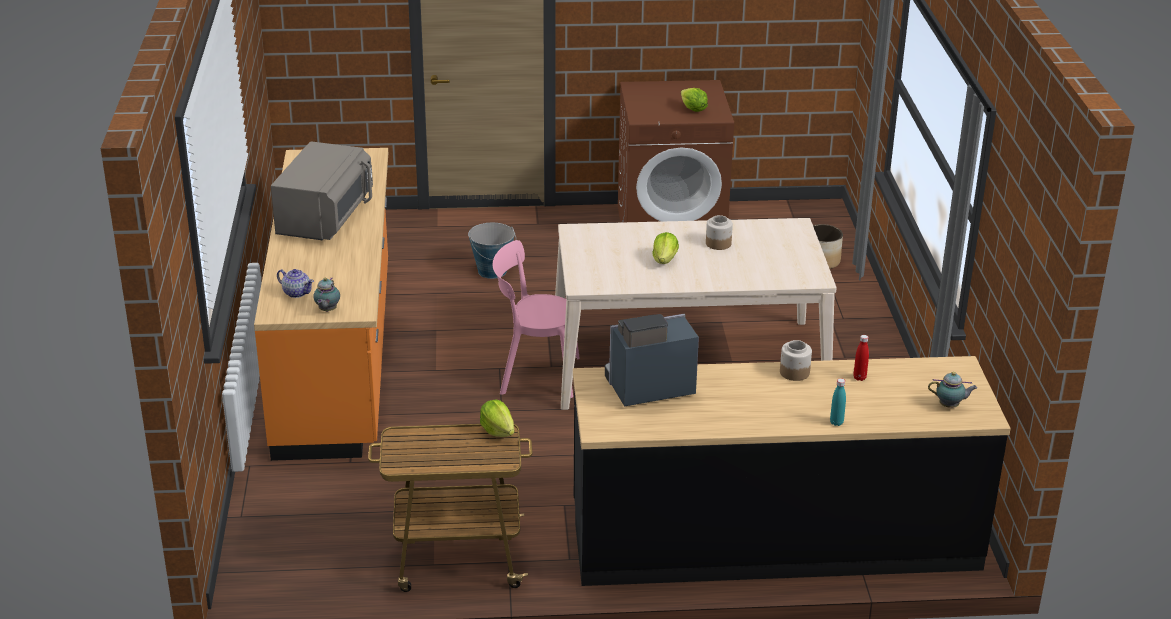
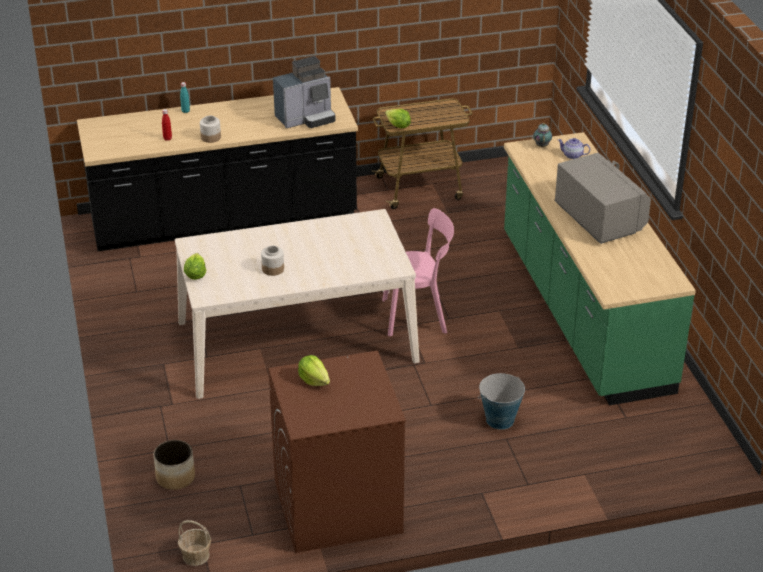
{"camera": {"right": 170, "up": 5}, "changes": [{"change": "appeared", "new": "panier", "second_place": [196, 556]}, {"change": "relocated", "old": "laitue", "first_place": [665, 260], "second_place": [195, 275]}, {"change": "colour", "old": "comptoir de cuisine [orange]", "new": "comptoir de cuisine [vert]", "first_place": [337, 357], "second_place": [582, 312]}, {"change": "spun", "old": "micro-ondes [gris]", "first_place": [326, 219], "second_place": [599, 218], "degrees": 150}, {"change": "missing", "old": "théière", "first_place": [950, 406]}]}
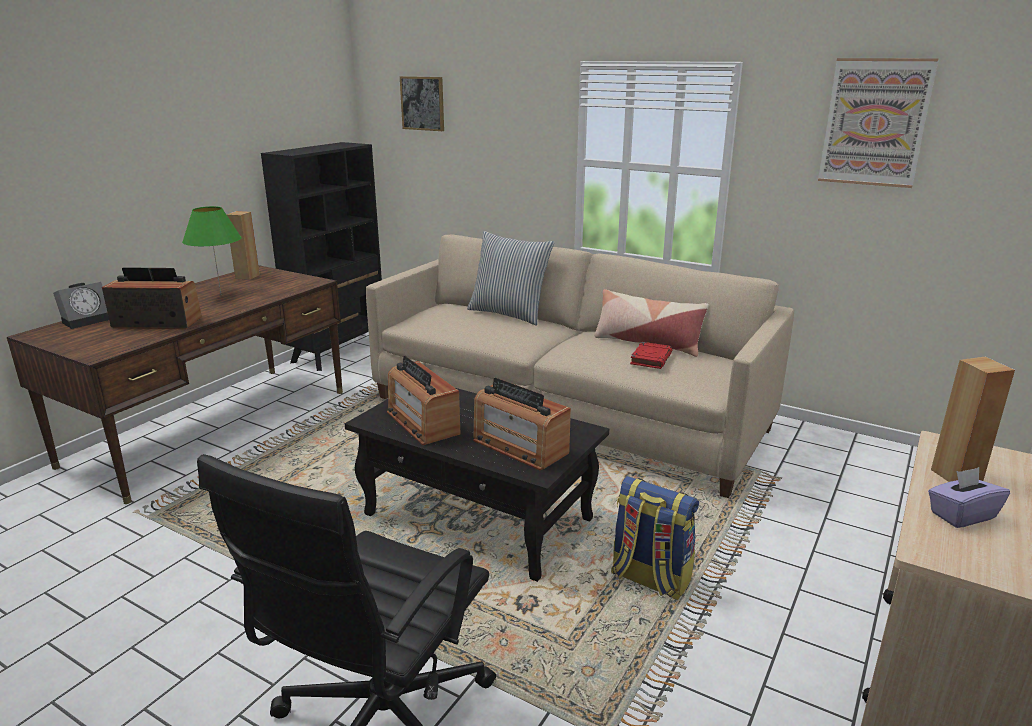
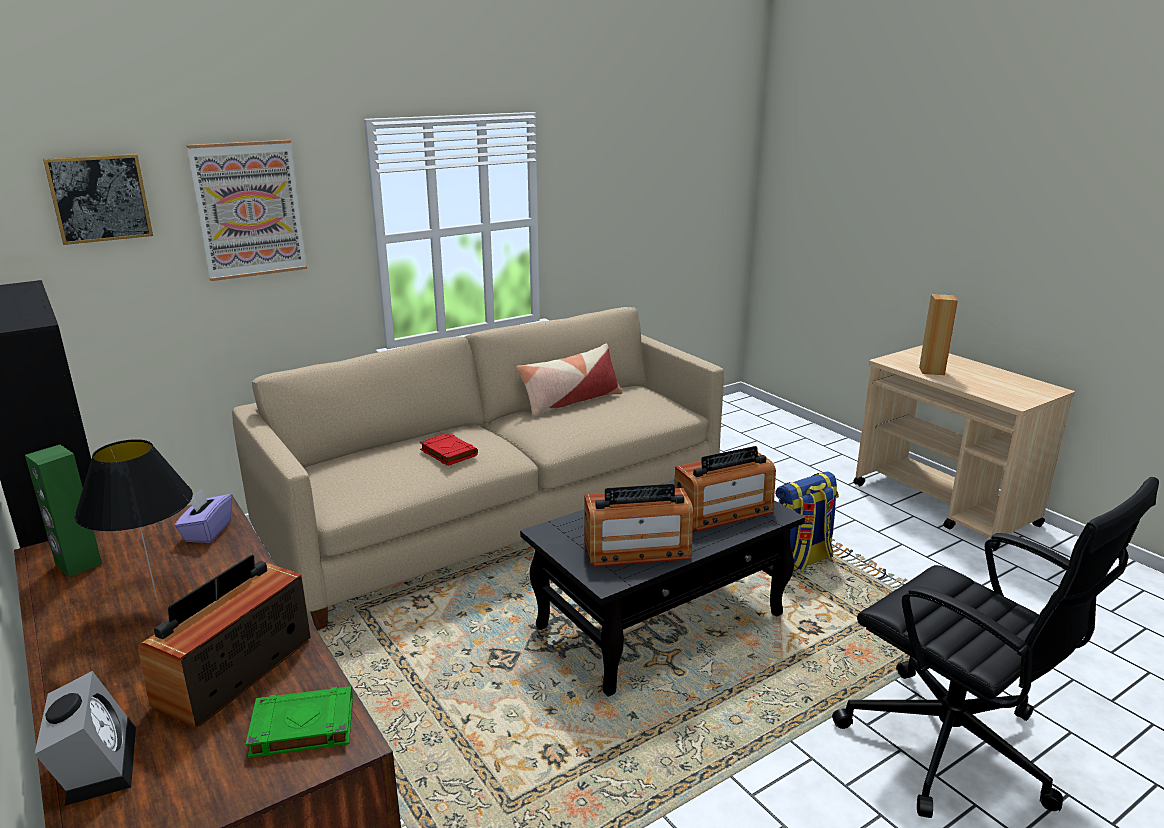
{"camera": {"right": -65, "up": 0}, "changes": [{"change": "colour", "old": "enceinte [marron]", "new": "enceinte [vert]", "first_place": [247, 276], "second_place": [78, 564]}, {"change": "colour", "old": "lampe de table [vert]", "new": "lampe de table [noir]", "first_place": [221, 295], "second_place": [156, 597]}, {"change": "relocated", "old": "boîte à mouchoirs [violet]", "first_place": [961, 515], "second_place": [207, 531]}, {"change": "relocated", "old": "tableau", "first_place": [875, 122], "second_place": [249, 209]}, {"change": "appeared", "new": "livre [vert]", "second_place": [301, 727]}, {"change": "relocated", "old": "livre [rouge]", "first_place": [651, 358], "second_place": [448, 452]}, {"change": "missing", "old": "coussin", "first_place": [509, 314]}]}
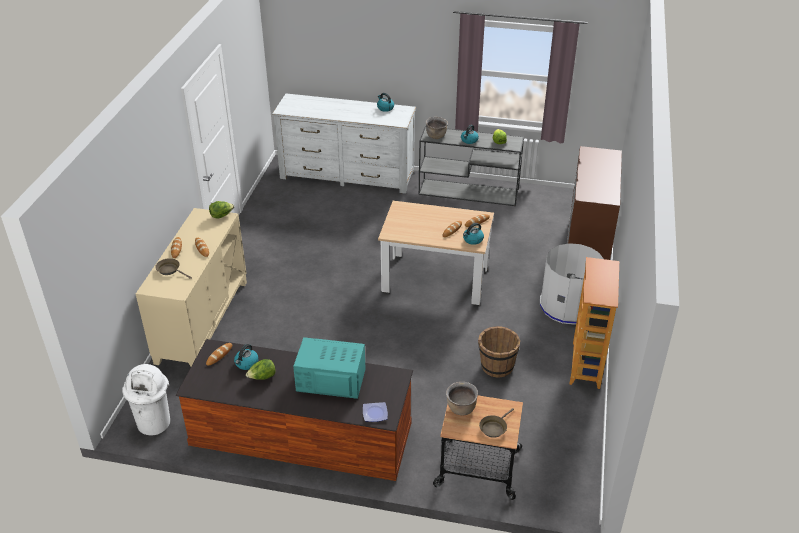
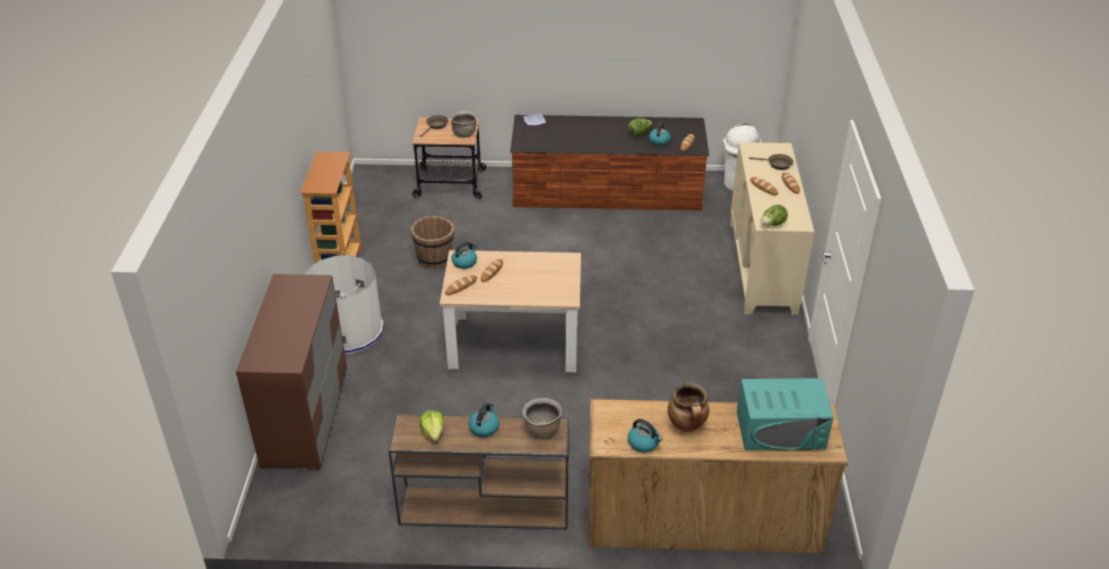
{"camera": {"right": 170, "up": 0}, "changes": [{"change": "colour", "old": "table console [gris]", "new": "table console [marron]", "first_place": [469, 192], "second_place": [483, 507]}, {"change": "colour", "old": "commode [blanc]", "new": "commode [marron]", "first_place": [347, 175], "second_place": [703, 520]}, {"change": "appeared", "new": "marmite", "second_place": [687, 426]}, {"change": "relocated", "old": "micro-ondes [turquoise]", "first_place": [330, 380], "second_place": [781, 430]}]}
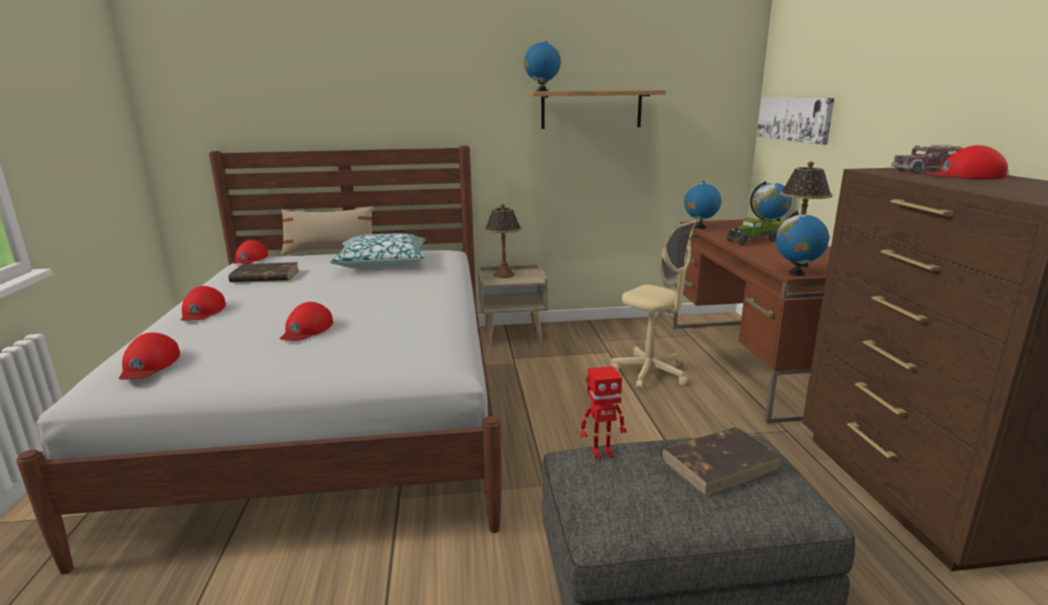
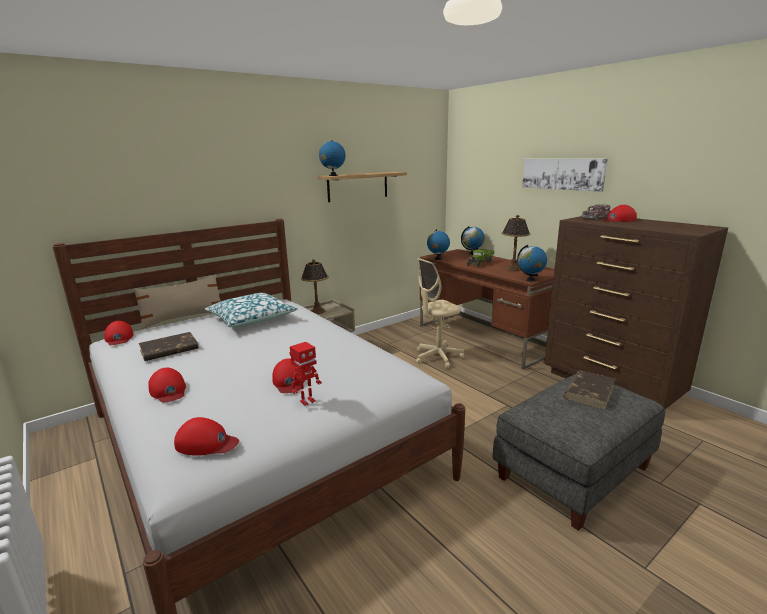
{"camera": {"right": -30, "up": 0}, "changes": [{"change": "spun", "old": "casquette [rouge]", "first_place": [149, 364], "second_place": [206, 443], "degrees": -45}, {"change": "relocated", "old": "robot jouet", "first_place": [601, 452], "second_place": [307, 401]}, {"change": "spun", "old": "chaise de bureau [beige]", "first_place": [650, 373], "second_place": [437, 357], "degrees": 135}, {"change": "relocated", "old": "tableau", "first_place": [794, 119], "second_place": [562, 174]}]}
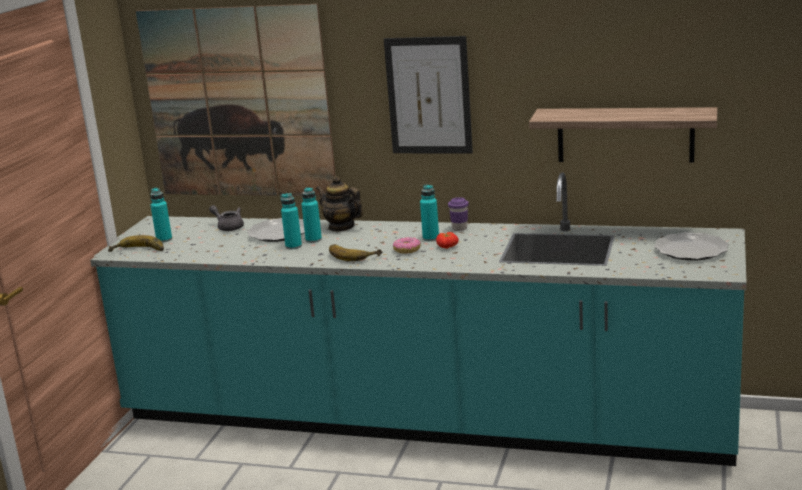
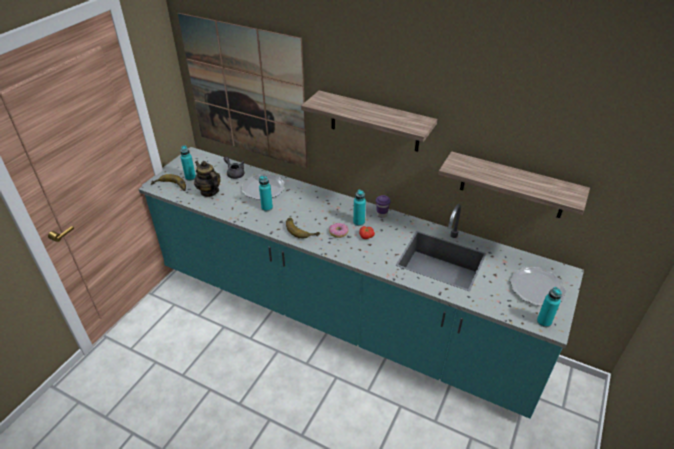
{"camera": {"right": 10, "up": 20}, "changes": [{"change": "relocated", "old": "théière", "first_place": [341, 227], "second_place": [209, 191]}, {"change": "exchanged", "old": "tableau", "new": "étagère", "first_place": [428, 96], "second_place": [374, 122]}, {"change": "relocated", "old": "bouteille [turquoise]", "first_place": [313, 240], "second_place": [544, 322]}]}
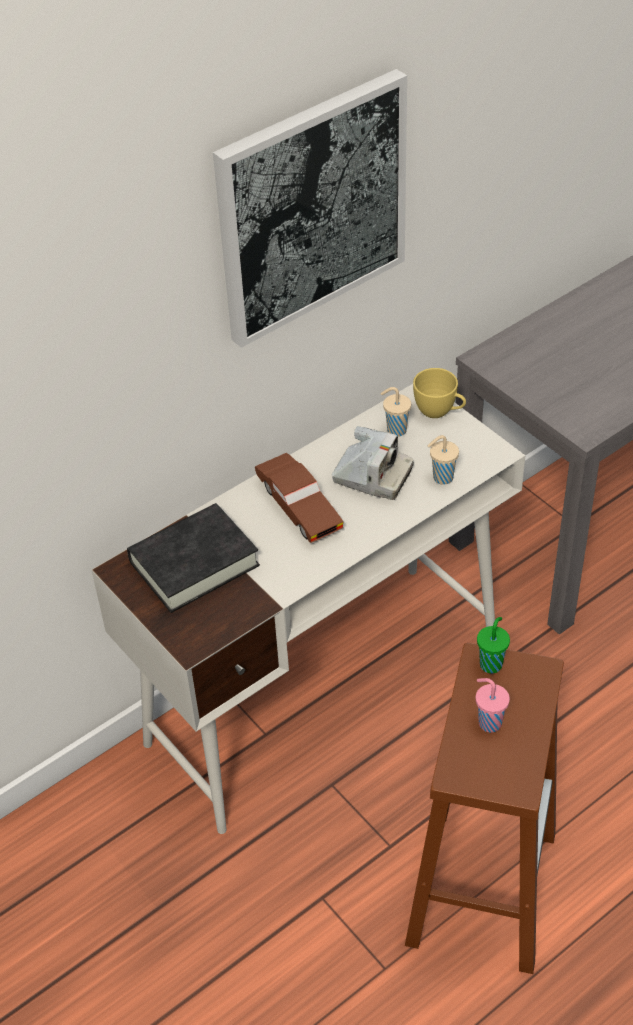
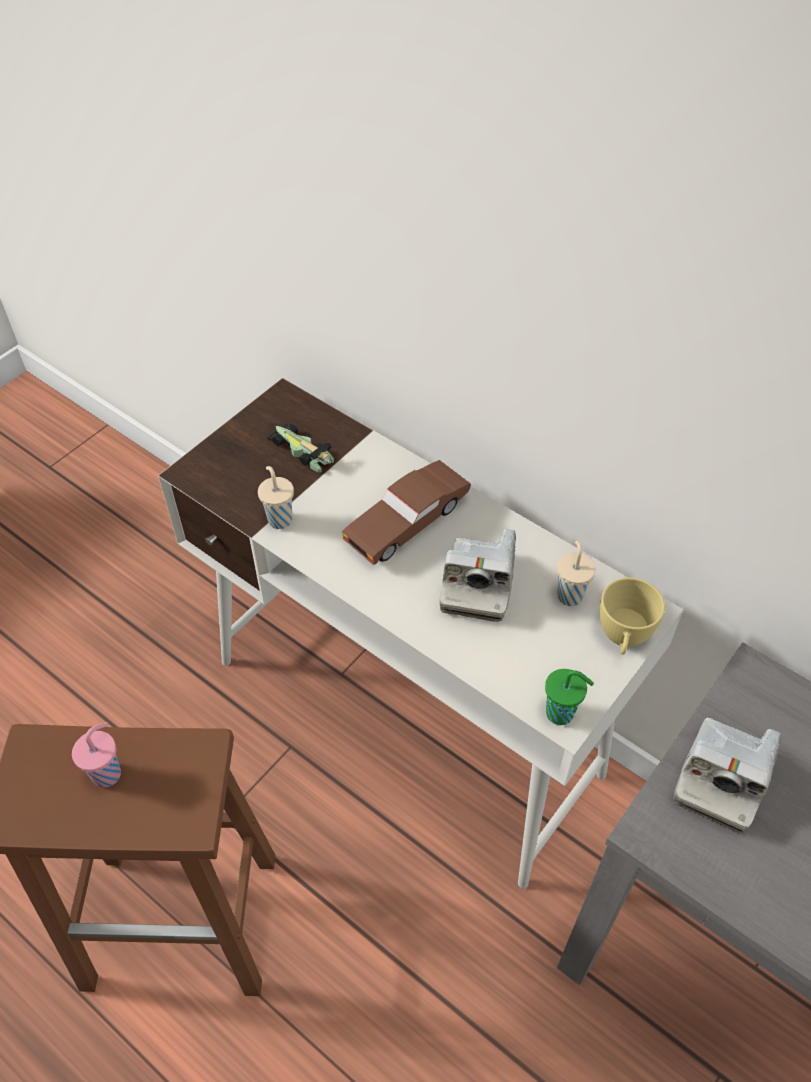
{"camera": {"right": 75, "up": 5}, "changes": [{"change": "relocated", "old": "tasse [beige]", "first_place": [441, 478], "second_place": [279, 519]}, {"change": "exchanged", "old": "livre [noir]", "new": "petite voiture", "first_place": [194, 564], "second_place": [303, 451]}, {"change": "relocated", "old": "tasse [vert]", "first_place": [491, 663], "second_place": [561, 713]}, {"change": "appeared", "new": "appareil photo", "second_place": [721, 778]}, {"change": "missing", "old": "tableau", "first_place": [311, 207]}]}
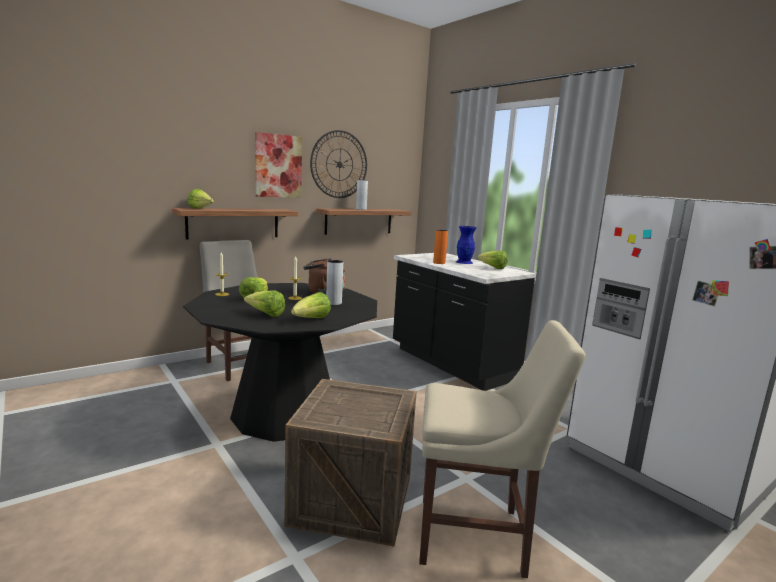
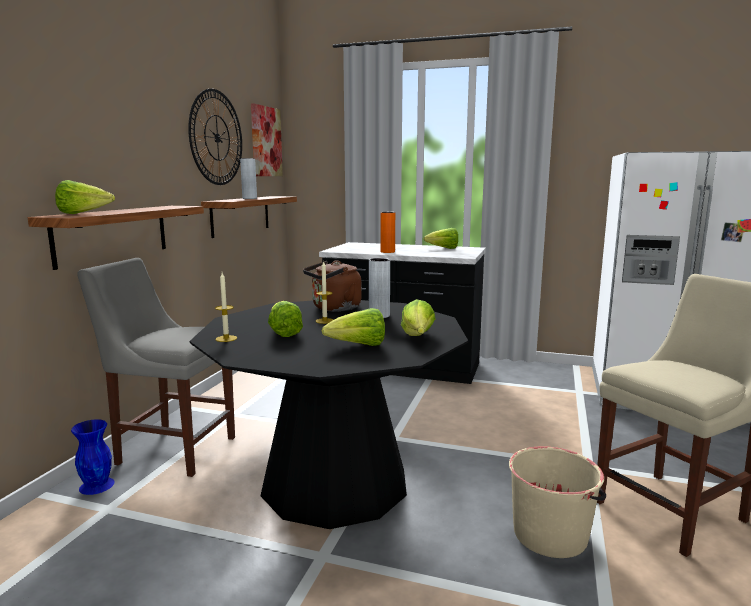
{"camera": {"right": -35, "up": 0}, "changes": [{"change": "relocated", "old": "vase [bleu]", "first_place": [464, 262], "second_place": [97, 485]}, {"change": "relocated", "old": "tableau", "first_place": [278, 166], "second_place": [265, 142]}, {"change": "exchanged", "old": "caisse", "new": "seau [beige]", "first_place": [352, 500], "second_place": [551, 534]}]}
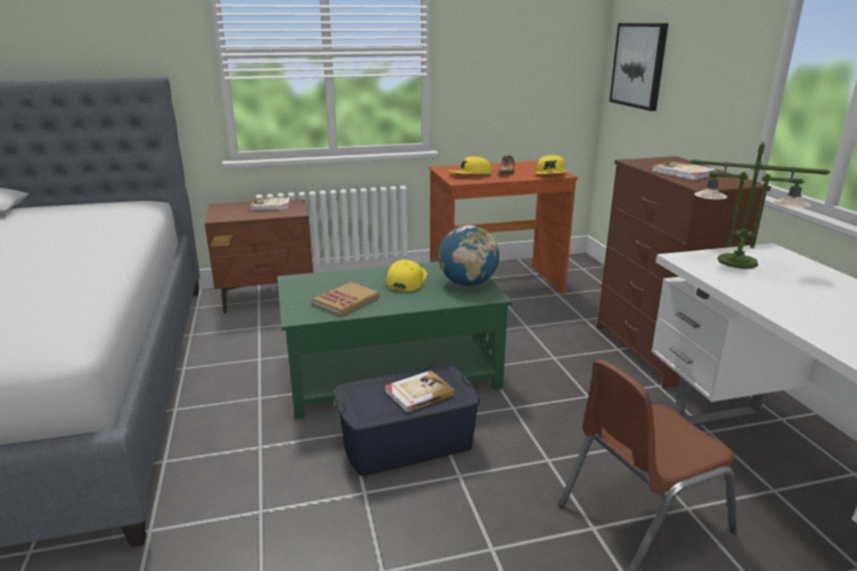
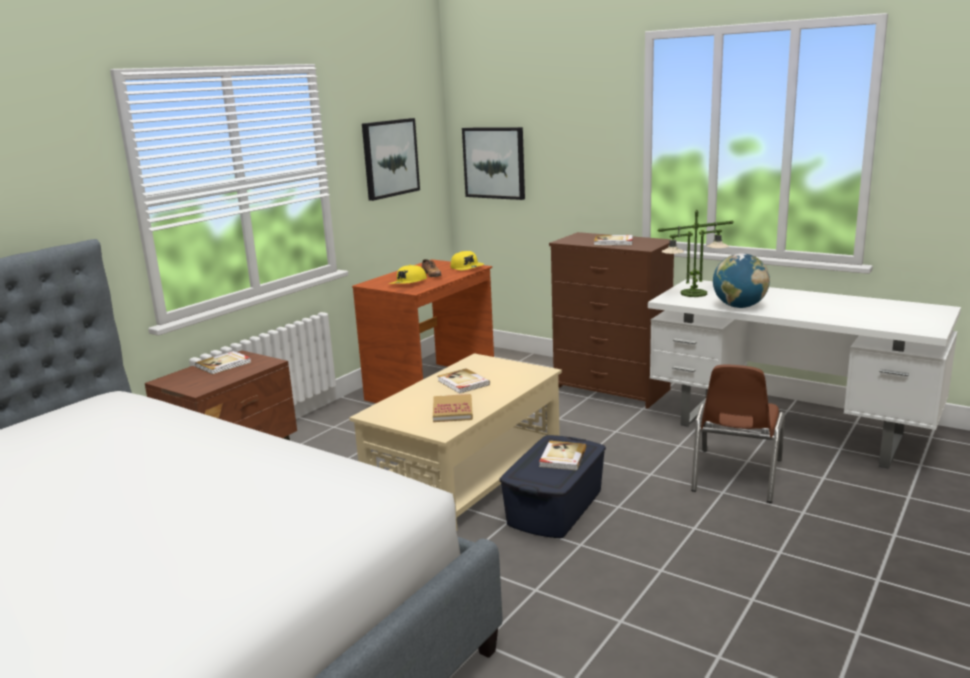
{"camera": {"right": -40, "up": -5}, "changes": [{"change": "colour", "old": "table basse [vert]", "new": "table basse [beige]", "first_place": [390, 373], "second_place": [465, 476]}, {"change": "appeared", "new": "tableau", "second_place": [390, 158]}, {"change": "exchanged", "old": "casquette [jaune]", "new": "livre", "first_place": [406, 280], "second_place": [463, 383]}, {"change": "relocated", "old": "globe", "first_place": [468, 283], "second_place": [739, 306]}]}
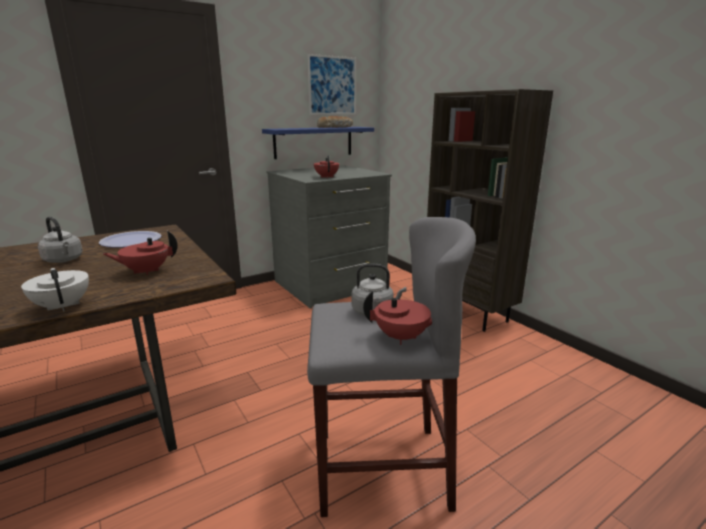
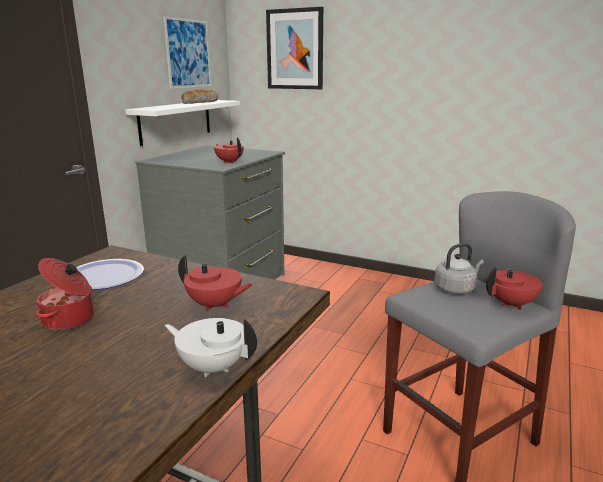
{"camera": {"right": -30, "up": 0}, "changes": [{"change": "exchanged", "old": "bouilloire [gris]", "new": "marmite", "first_place": [64, 260], "second_place": [70, 319]}, {"change": "colour", "old": "étagère [bleu]", "new": "étagère [blanc]", "first_place": [313, 142], "second_place": [176, 121]}, {"change": "spun", "old": "théière [rouge]", "first_place": [146, 271], "second_place": [215, 305], "degrees": -105}, {"change": "appeared", "new": "tableau", "second_place": [295, 49]}, {"change": "missing", "old": "bibliothèque [marron]", "first_place": [468, 312]}]}
